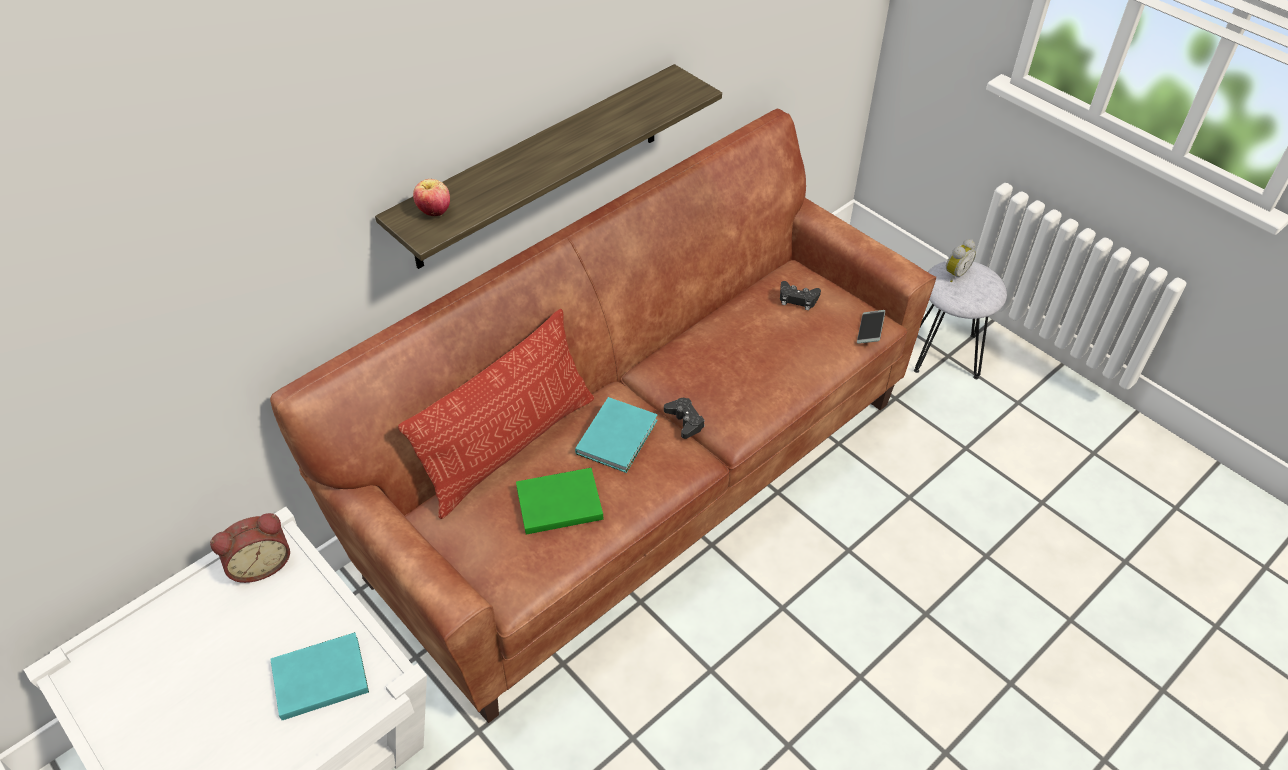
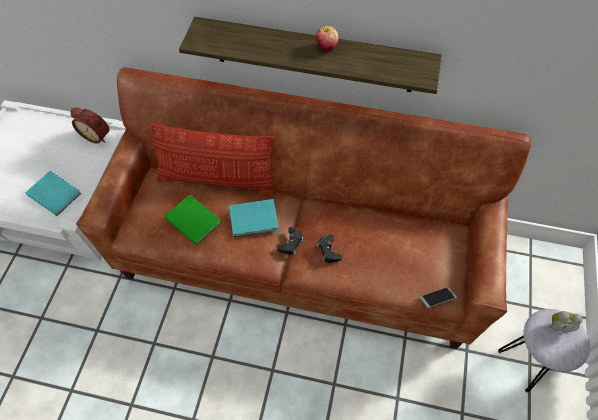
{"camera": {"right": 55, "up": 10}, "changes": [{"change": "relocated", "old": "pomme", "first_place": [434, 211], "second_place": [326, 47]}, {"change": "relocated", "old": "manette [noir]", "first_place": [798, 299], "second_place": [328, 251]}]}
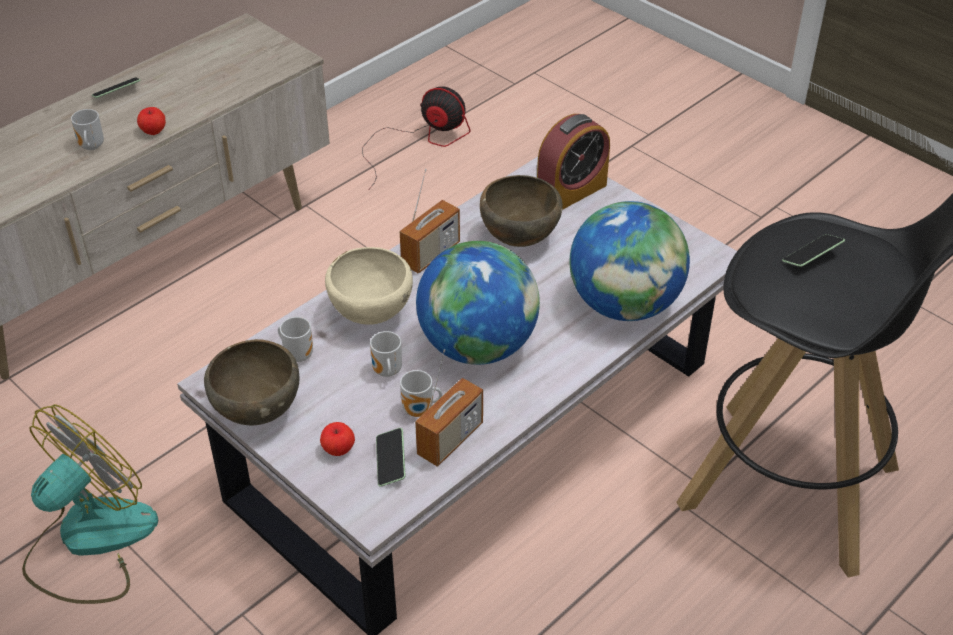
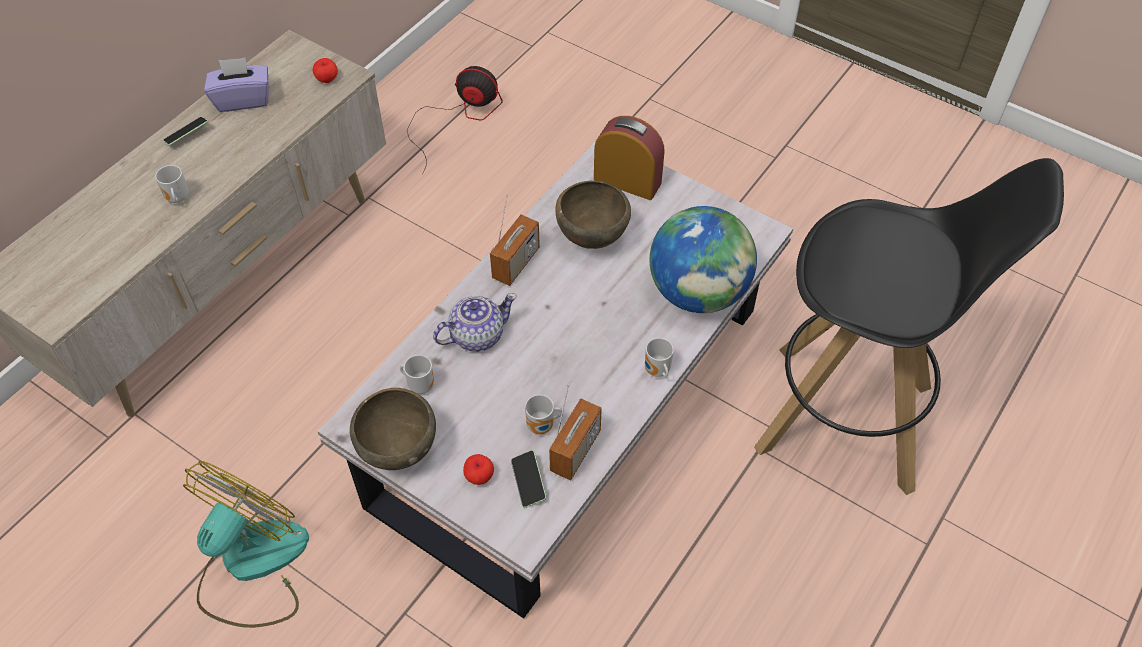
{"camera": {"right": -10, "up": 10}, "changes": [{"change": "appeared", "new": "boîte à mouchoirs [violet]", "second_place": [243, 99]}, {"change": "relocated", "old": "pomme", "first_place": [153, 131], "second_place": [327, 79]}, {"change": "exchanged", "old": "bol [beige]", "new": "théière", "first_place": [370, 315], "second_place": [476, 335]}, {"change": "spun", "old": "réveil", "first_place": [571, 191], "second_place": [627, 181], "degrees": -105}, {"change": "relocated", "old": "mug", "first_place": [386, 372], "second_place": [657, 371]}, {"change": "missing", "old": "globe", "first_place": [477, 346]}, {"change": "missing", "old": "téléphone", "first_place": [811, 257]}]}
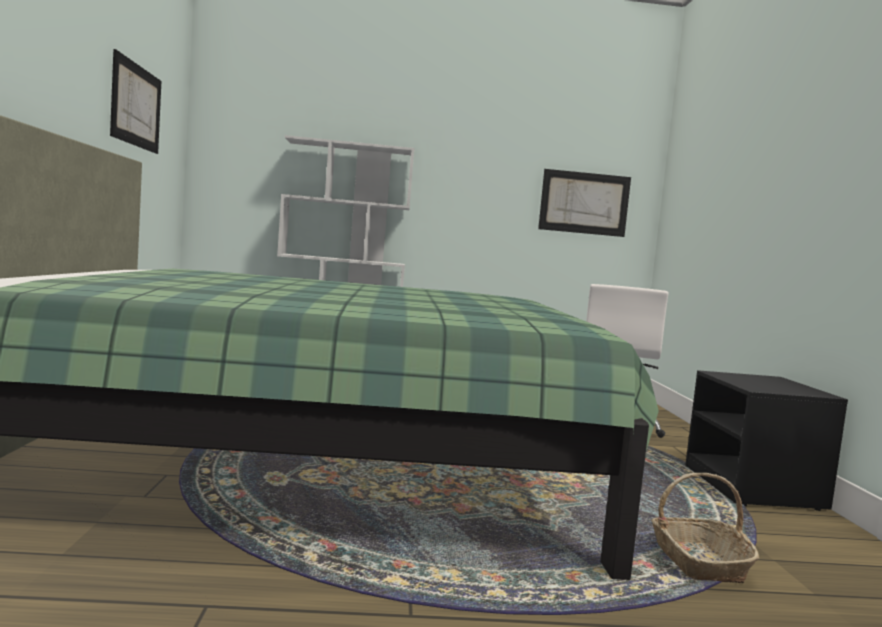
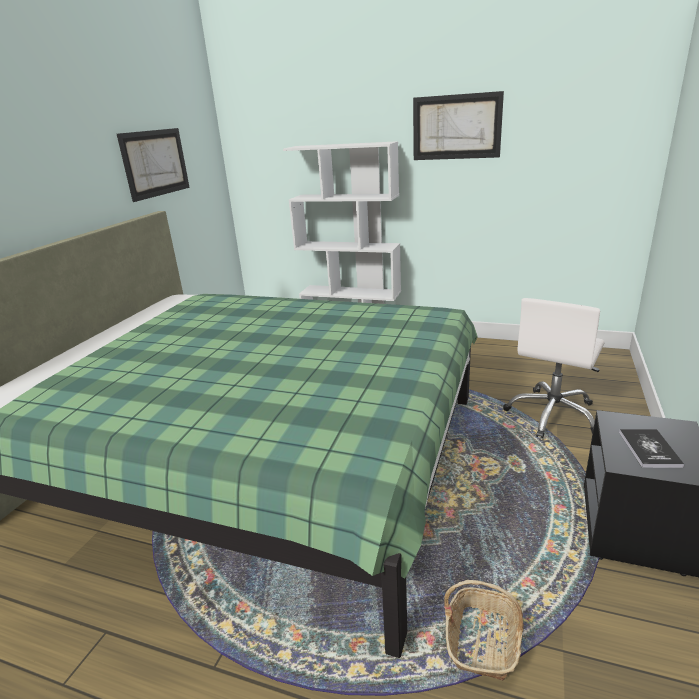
{"camera": {"right": 25, "up": 20}, "changes": [{"change": "relocated", "old": "tableau", "first_place": [584, 203], "second_place": [456, 127]}, {"change": "appeared", "new": "livre", "second_place": [649, 449]}]}
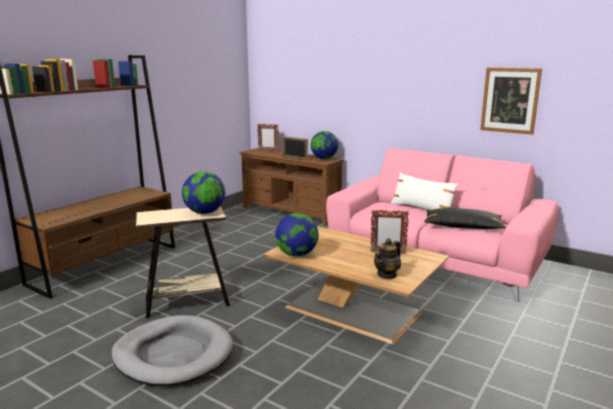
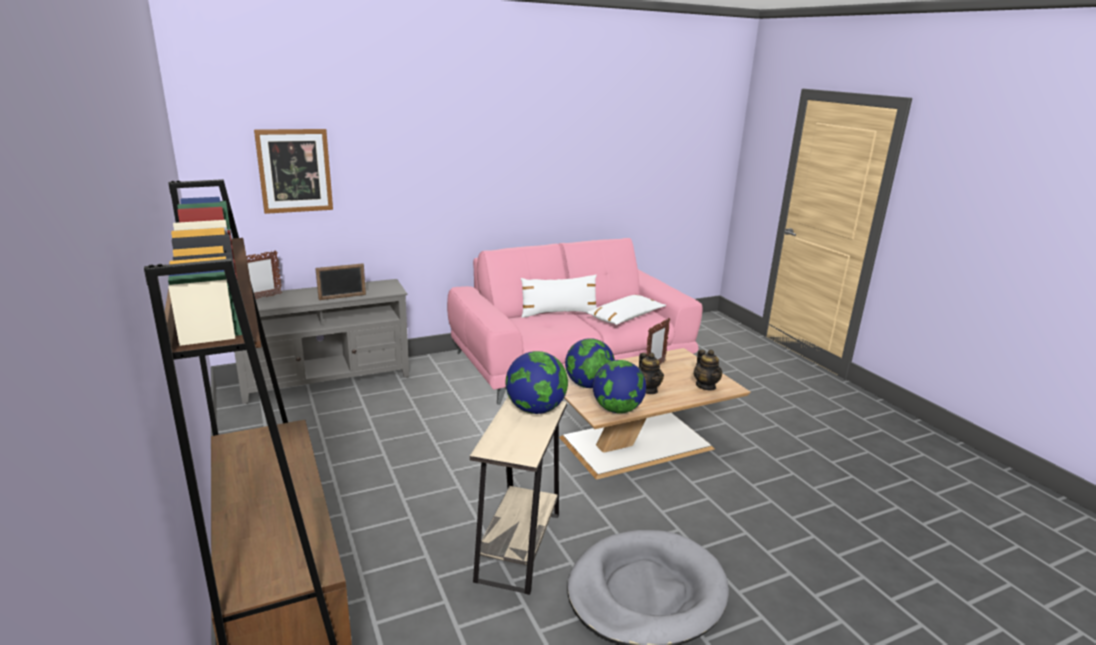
{"camera": {"right": -60, "up": 5}, "changes": [{"change": "colour", "old": "meuble télé [marron]", "new": "meuble télé [gris]", "first_place": [291, 213], "second_place": [326, 380]}, {"change": "relocated", "old": "tableau", "first_place": [510, 100], "second_place": [295, 171]}, {"change": "relocated", "old": "globe", "first_place": [324, 158], "second_place": [588, 385]}, {"change": "colour", "old": "coussin [noir]", "new": "coussin [blanc]", "first_place": [462, 227], "second_place": [625, 317]}, {"change": "appeared", "new": "théière", "second_place": [647, 389]}]}
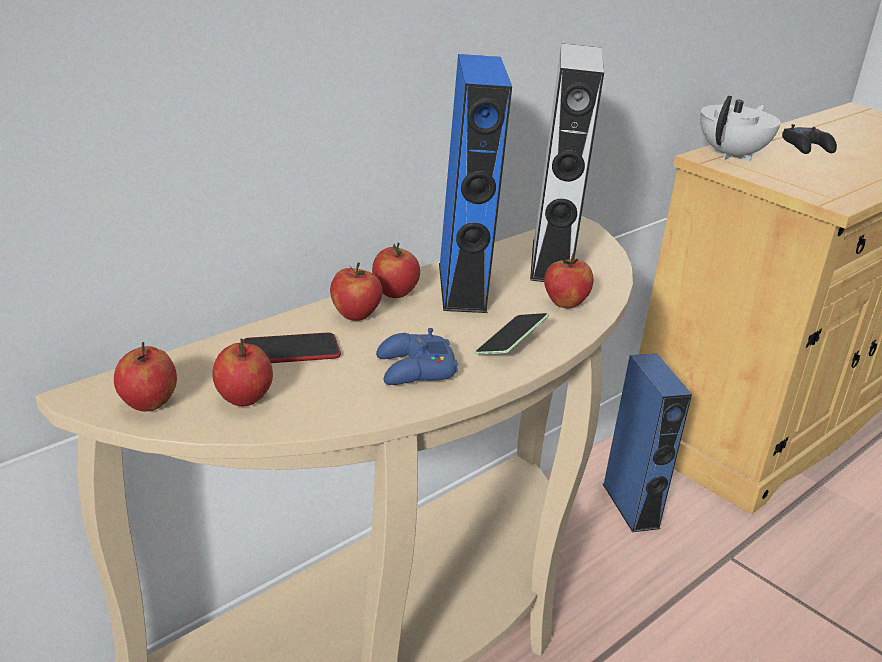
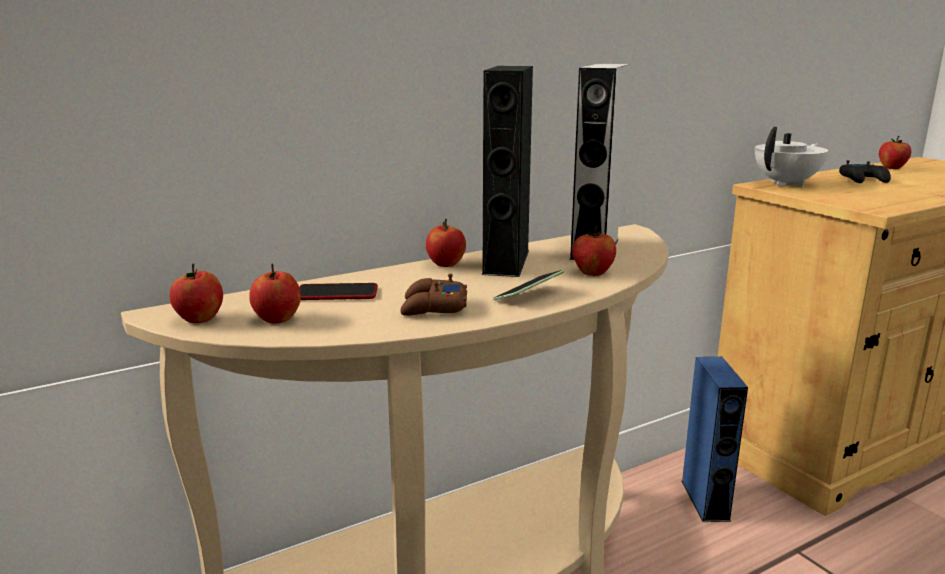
{"camera": {"right": 15, "up": -10}, "changes": [{"change": "colour", "old": "manette [bleu]", "new": "manette [marron]", "first_place": [414, 369], "second_place": [433, 307]}, {"change": "colour", "old": "enceinte [bleu]", "new": "enceinte [noir]", "first_place": [462, 286], "second_place": [506, 262]}, {"change": "relocated", "old": "pomme", "first_place": [355, 315], "second_place": [892, 168]}]}
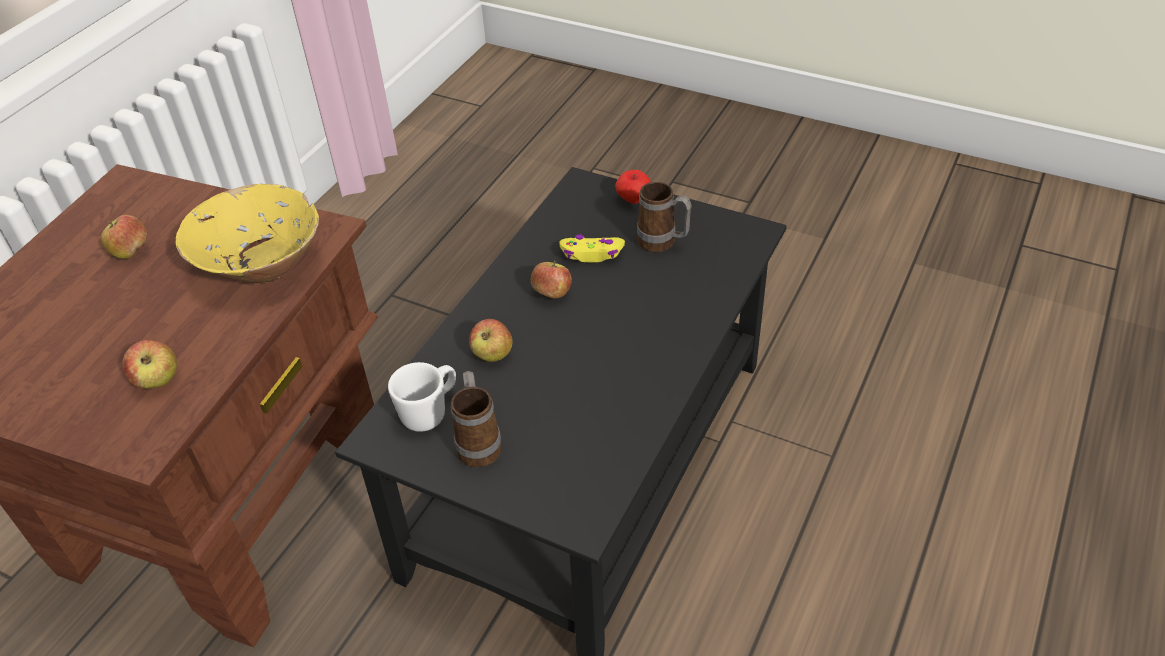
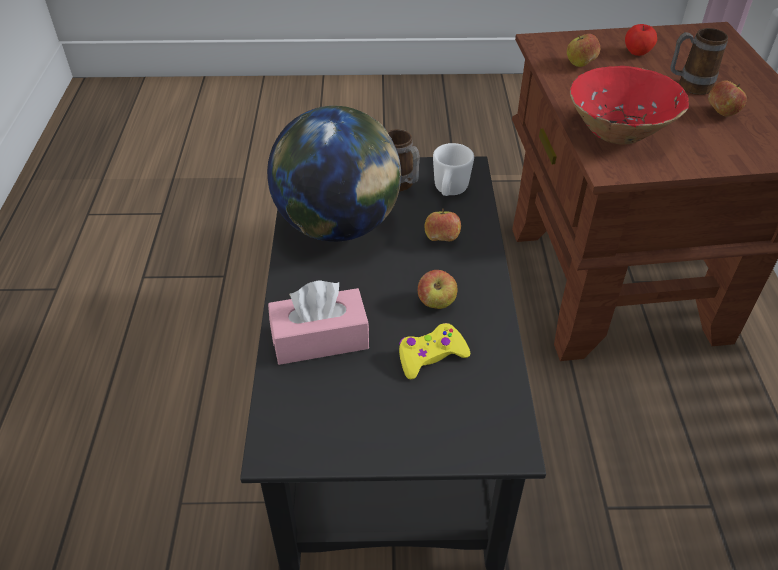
{"camera": {"right": 150, "up": 0}, "changes": [{"change": "appeared", "new": "globe", "second_place": [338, 226]}, {"change": "appeared", "new": "boîte à mouchoirs [rose]", "second_place": [320, 339]}, {"change": "colour", "old": "bol [jaune]", "new": "bol [rouge]", "first_place": [262, 266], "second_place": [618, 132]}, {"change": "relocated", "old": "pomme", "first_place": [633, 199], "second_place": [637, 52]}, {"change": "relocated", "old": "mug", "first_place": [663, 243], "second_place": [688, 86]}]}
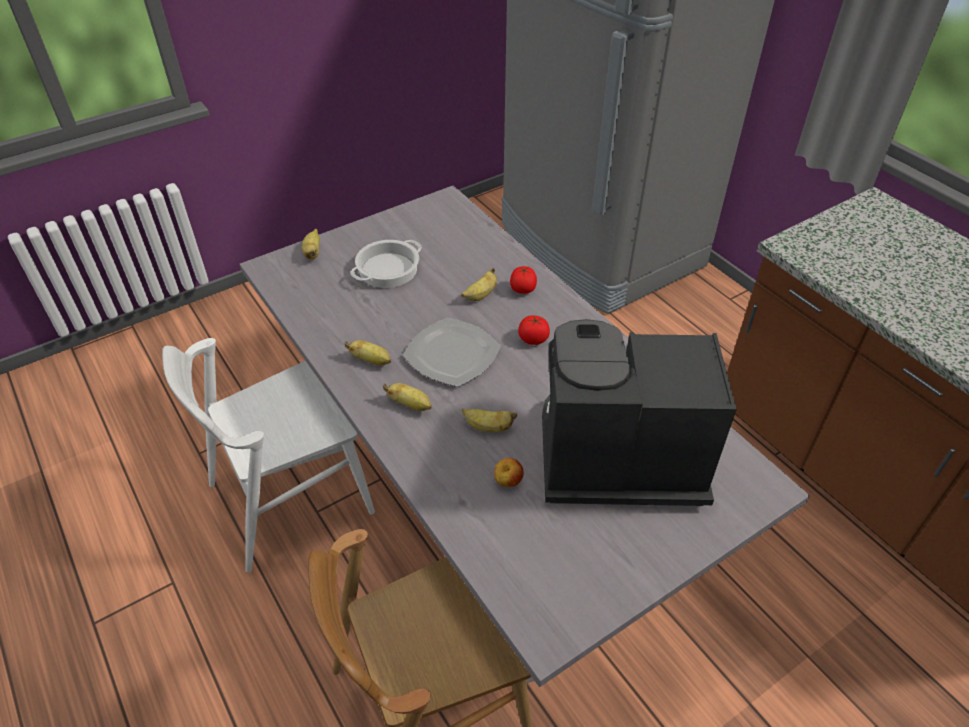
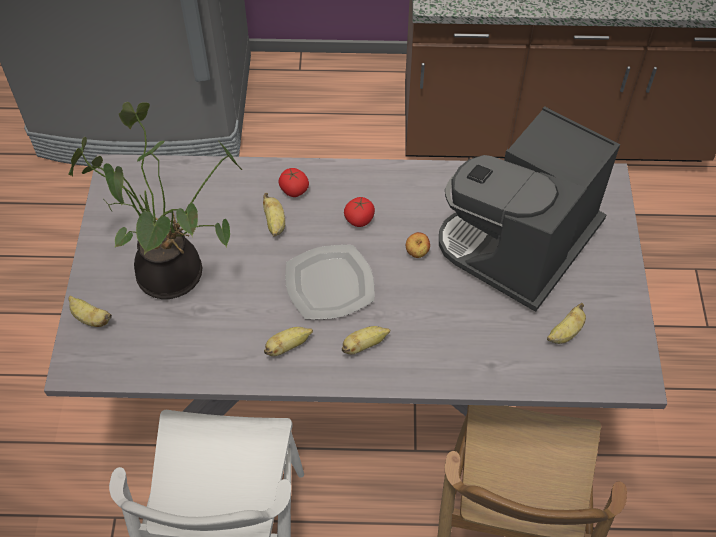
{"camera": {"right": -55, "up": 10}, "changes": [{"change": "exchanged", "old": "marmite", "new": "plante en pot", "first_place": [388, 269], "second_place": [174, 271]}, {"change": "relocated", "old": "pomme", "first_place": [508, 482], "second_place": [417, 253]}, {"change": "relocated", "old": "banane", "first_place": [488, 427], "second_place": [565, 333]}]}
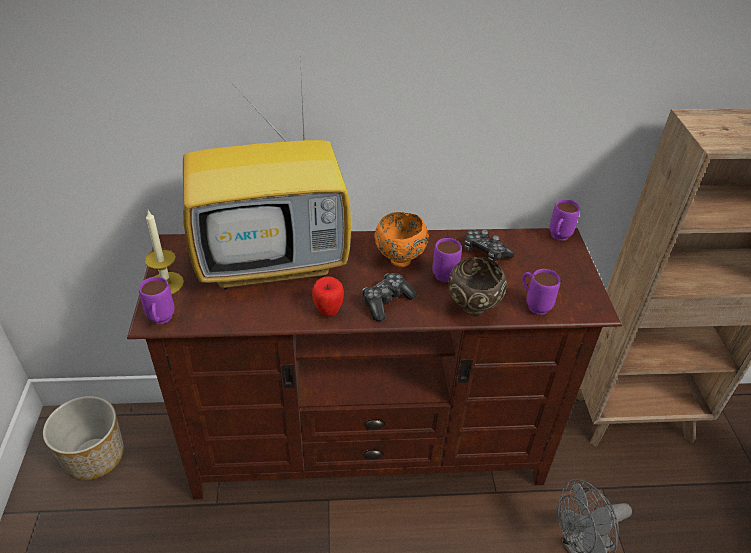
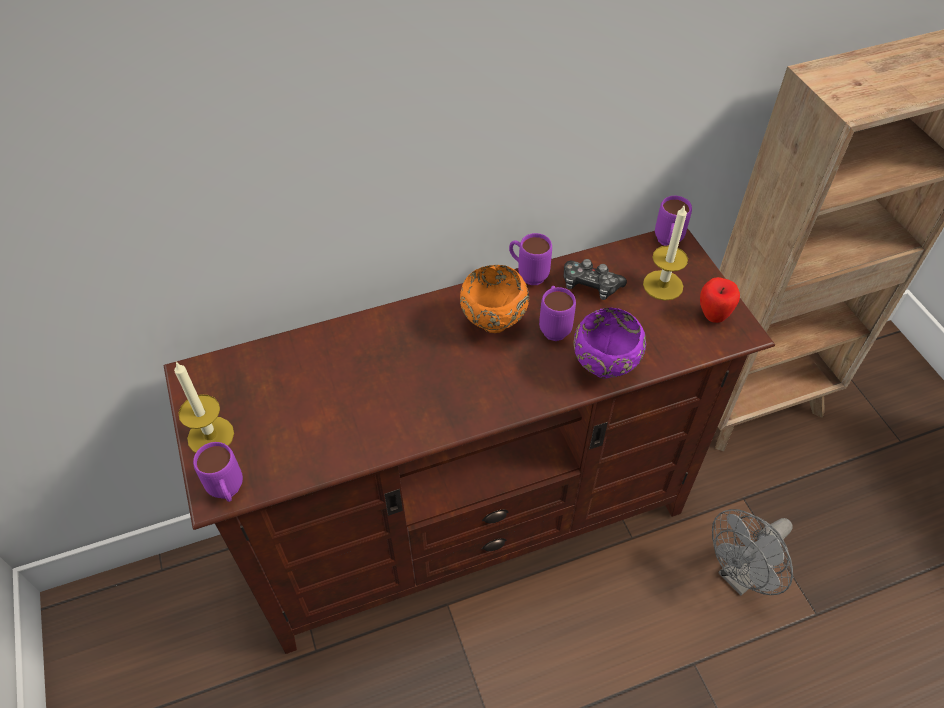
{"camera": {"right": -15, "up": 10}, "changes": [{"change": "relocated", "old": "mug [violet]", "first_place": [533, 305], "second_place": [527, 275]}, {"change": "colour", "old": "bol [marron]", "new": "bol [violet]", "first_place": [472, 309], "second_place": [603, 370]}, {"change": "appeared", "new": "bougie", "second_place": [663, 285]}, {"change": "relocated", "old": "pomme", "first_place": [328, 311], "second_place": [713, 316]}, {"change": "missing", "old": "cache-pot", "first_place": [93, 456]}, {"change": "missing", "old": "téléviseur", "first_place": [275, 261]}, {"change": "missing", "old": "manette", "first_place": [386, 302]}]}
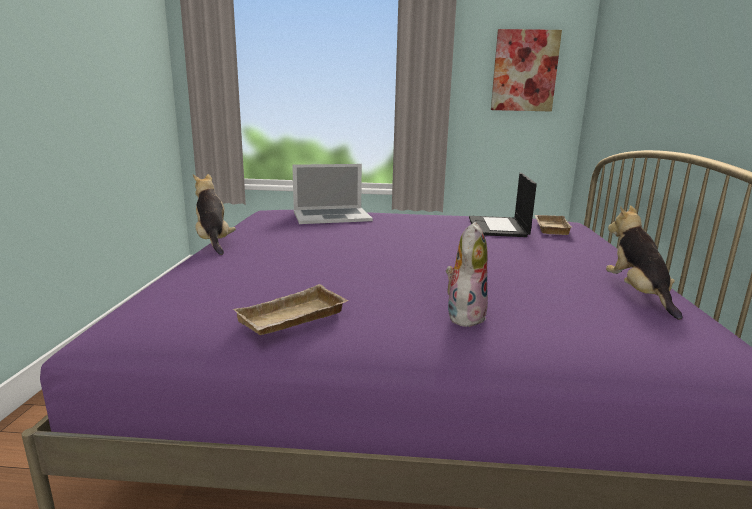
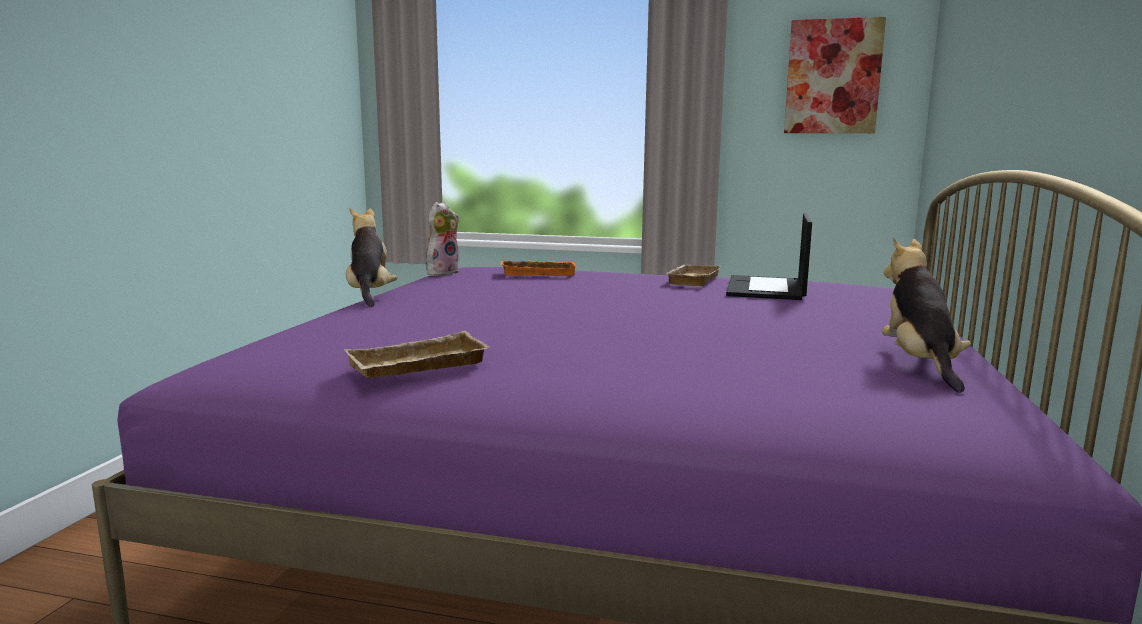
{"camera": {"right": 10, "up": -5}, "changes": [{"change": "relocated", "old": "peluche", "first_place": [464, 315], "second_place": [442, 273]}, {"change": "exchanged", "old": "ordinateur portable", "new": "plateau [orange]", "first_place": [331, 216], "second_place": [539, 273]}, {"change": "relocated", "old": "plateau [beige]", "first_place": [549, 228], "second_place": [691, 279]}]}
